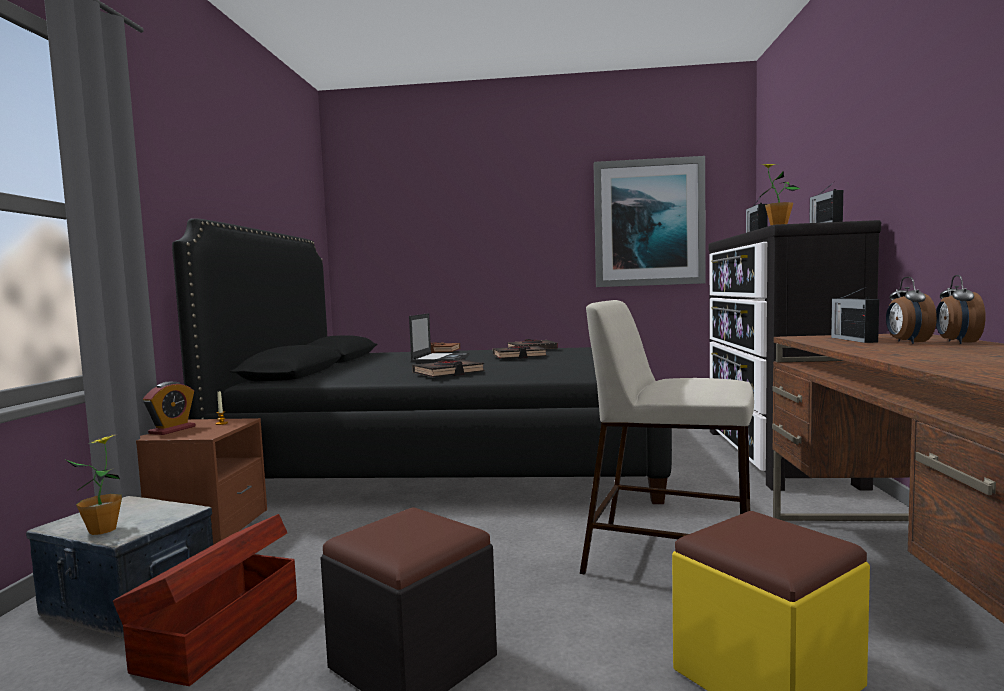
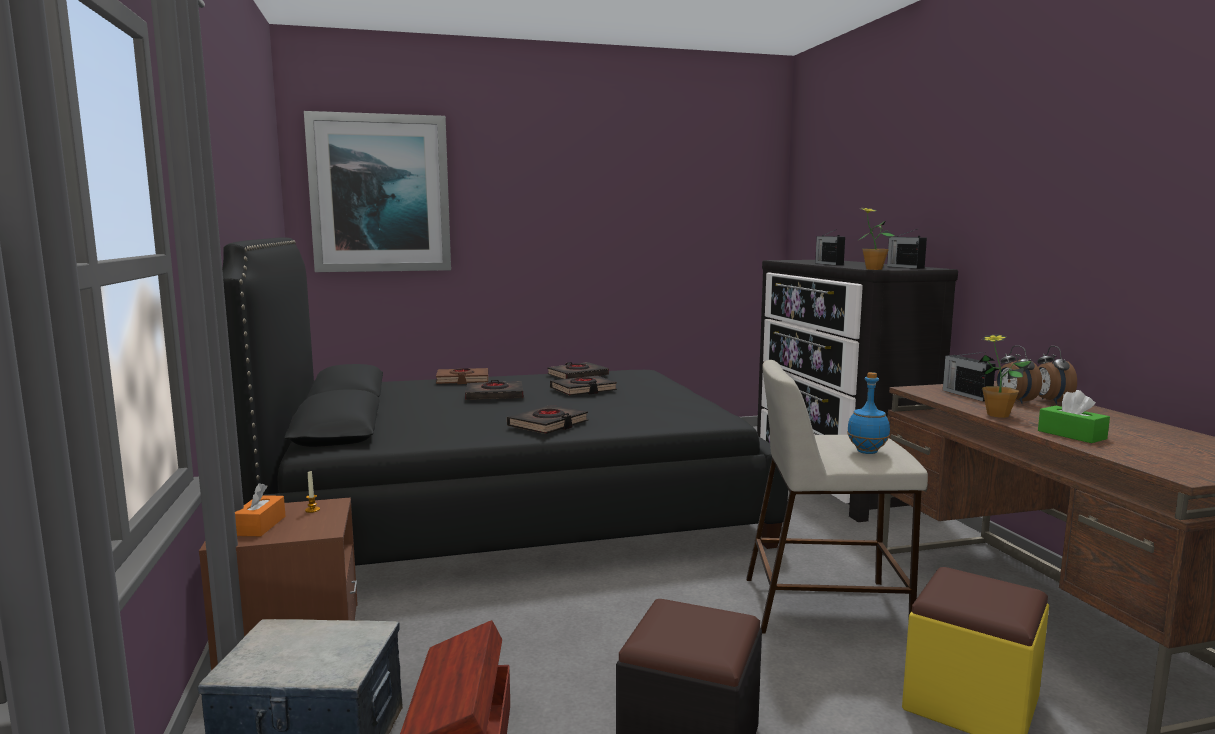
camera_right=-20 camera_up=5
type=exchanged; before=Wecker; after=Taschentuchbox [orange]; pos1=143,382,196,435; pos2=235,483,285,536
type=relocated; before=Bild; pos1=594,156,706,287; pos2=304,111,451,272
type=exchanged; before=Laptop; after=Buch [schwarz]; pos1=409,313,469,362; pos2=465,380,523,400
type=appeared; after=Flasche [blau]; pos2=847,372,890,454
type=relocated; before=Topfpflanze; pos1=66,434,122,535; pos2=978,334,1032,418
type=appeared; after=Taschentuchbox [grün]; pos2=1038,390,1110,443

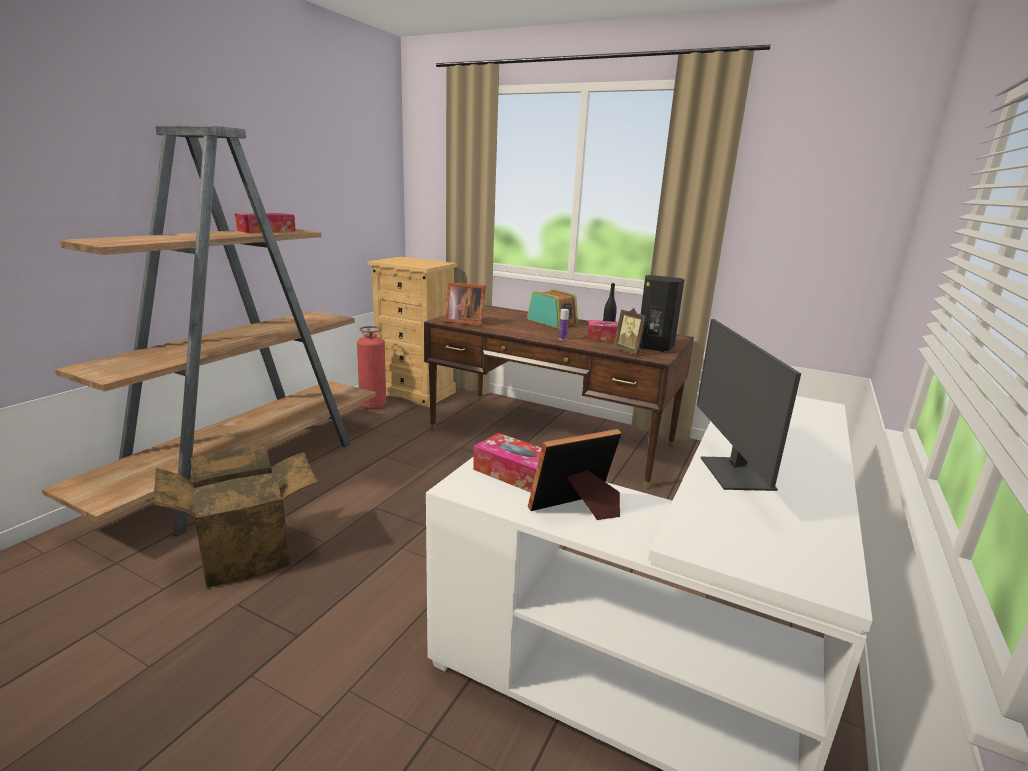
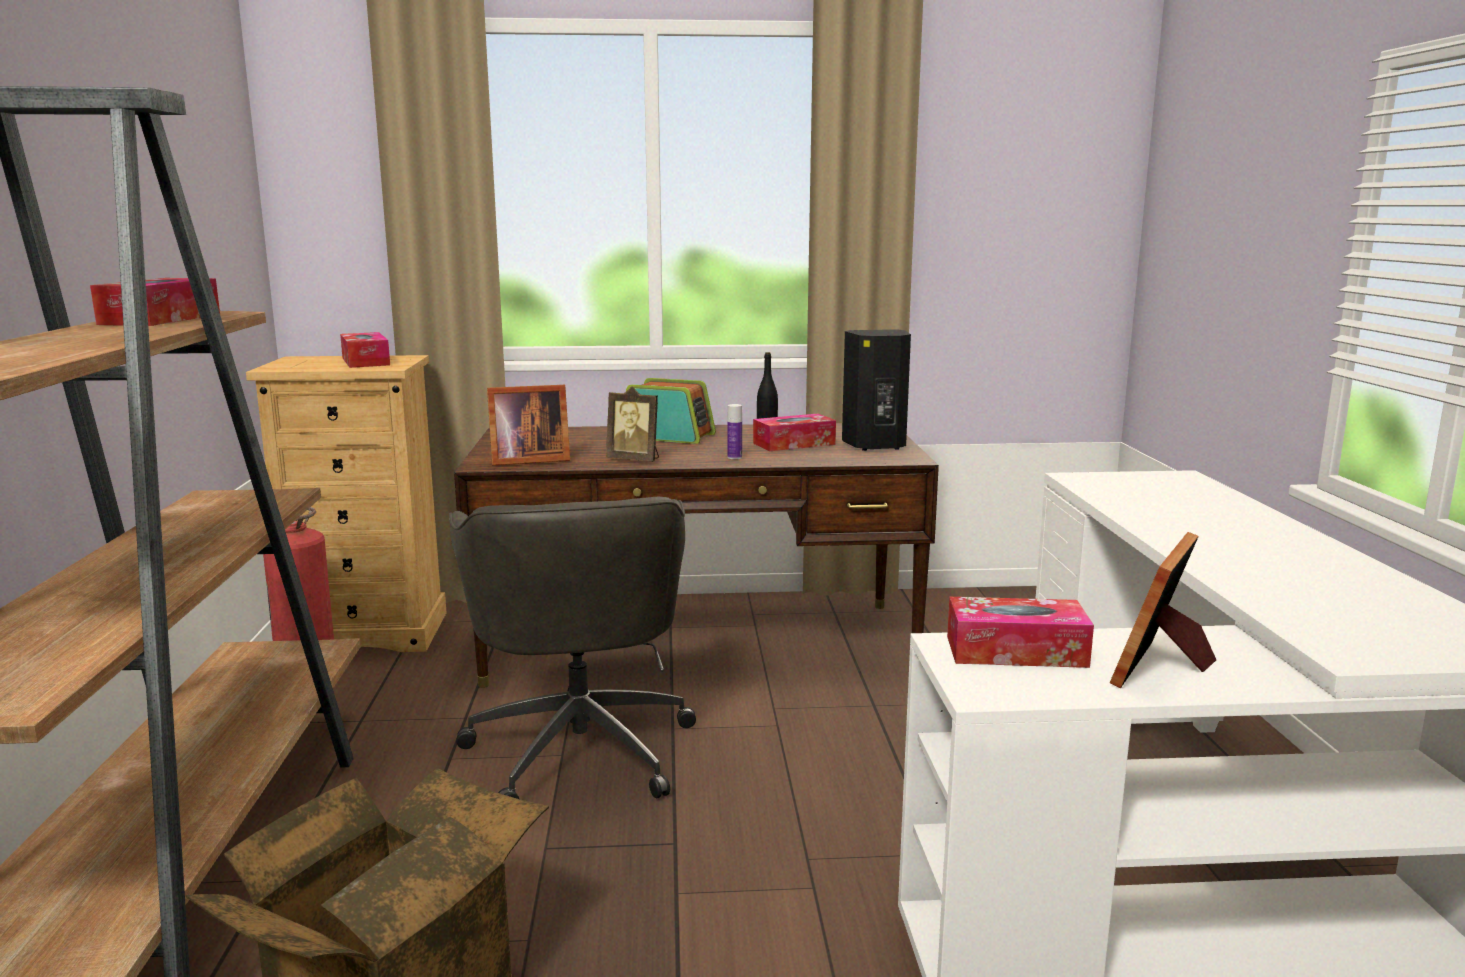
camera_right=-30 camera_up=-5
type=appeared; after=Taschentuchbox; pos2=340,332,390,368
type=appeared; after=Bürostuhl [grau]; pos2=449,497,696,799
type=relocated; before=Bilderrahmen; pos1=613,308,647,354; pos2=606,386,659,461
type=missing; before=Monitor; pos1=697,319,801,491

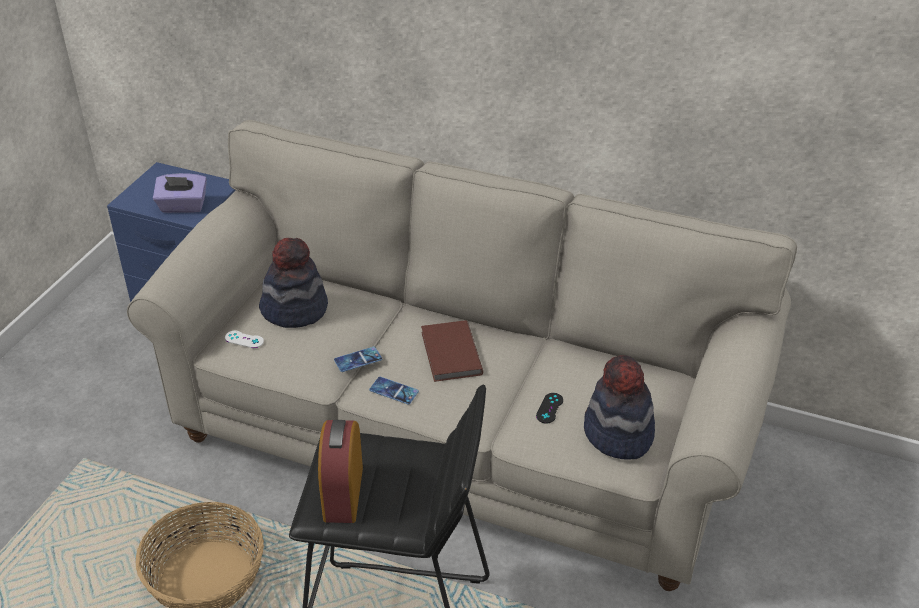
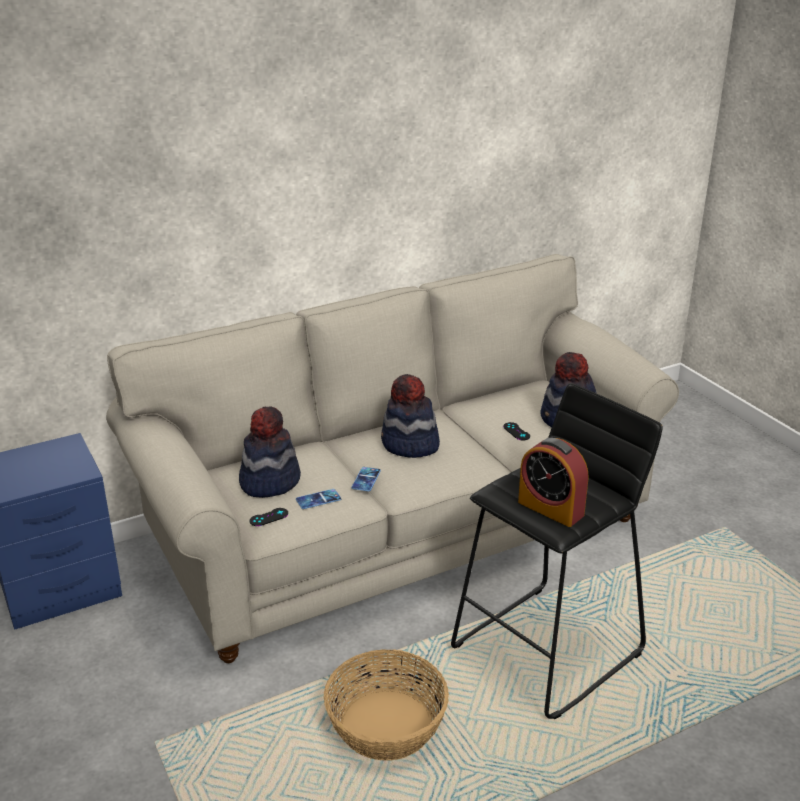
camera_right=-50 camera_up=-10
type=colour; before=Gamepad [weiß]; after=Gamepad [schwarz]; pos1=225,331,264,348; pos2=250,508,288,526
type=relocated; before=Handy; pos1=369,377,419,405; pos2=296,489,341,509
type=exchanged; before=Buch [braun]; after=Hut; pos1=421,320,483,382; pos2=381,374,440,458
type=missing; before=Taschentuchbox [lila]; pos1=153,173,207,213

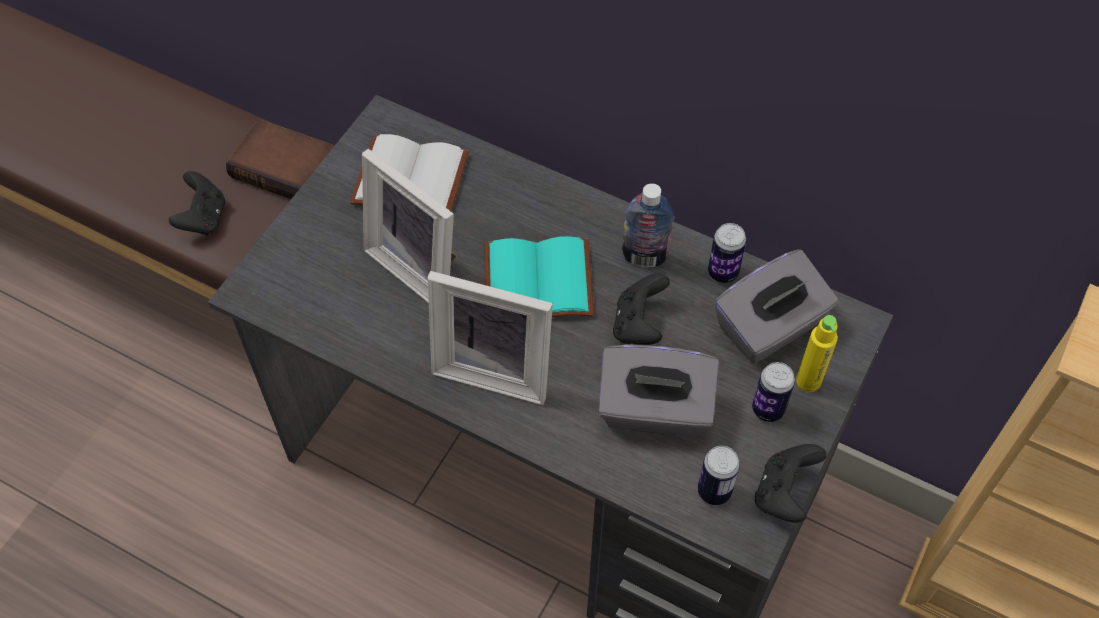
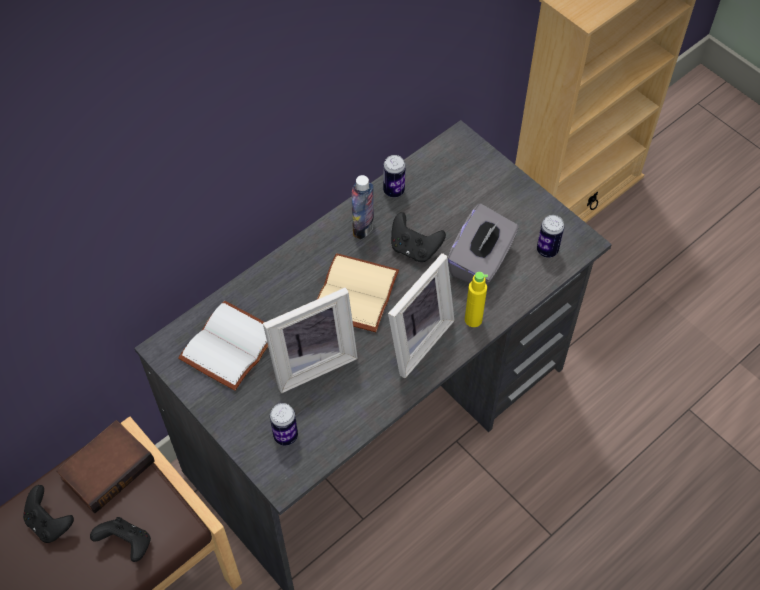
camera_right=-70 camera_up=0
type=relocated; before=Gamepad [schwarz]; pos1=755,444,826,523; pos2=23,485,74,543
type=relocated; before=Dose; pos1=752,362,795,422; pos2=270,403,298,446
type=colour; before=Buch [türkis]; after=Buch [beige]; pos1=485,236,594,317; pos2=317,253,399,332
type=relocated; before=Flasche [gelb]; pos1=796,315,838,392; pos2=465,272,488,327
type=missing; before=Taschentuchbox [grau]; pos1=714,249,838,364

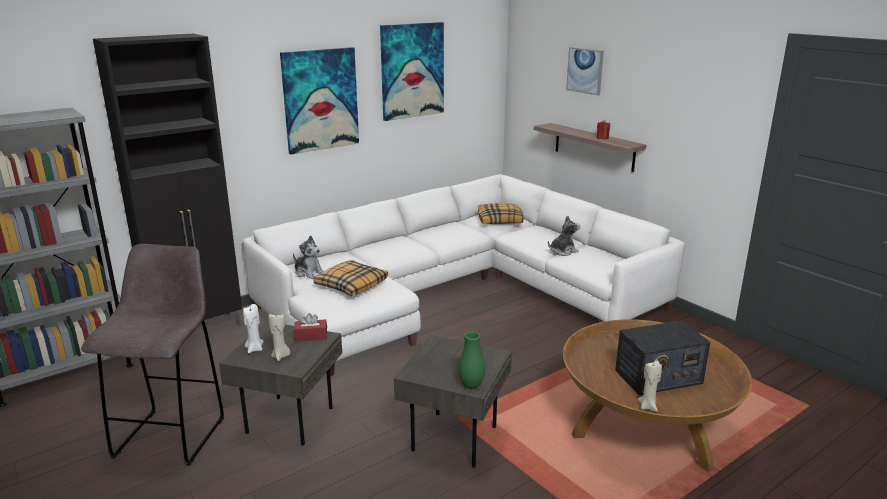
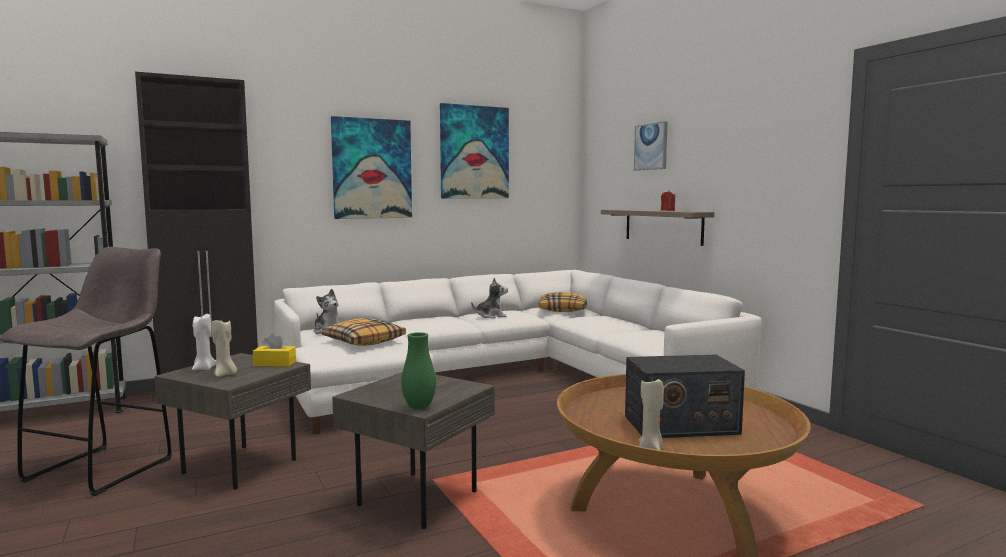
camera_right=10 camera_up=-15
type=colour; before=Taschentuchbox [rot]; after=Taschentuchbox [gelb]; pos1=294,313,327,341; pos2=253,334,296,367
type=relocated; before=Plüschtier; pos1=548,215,580,256; pos2=471,278,508,318

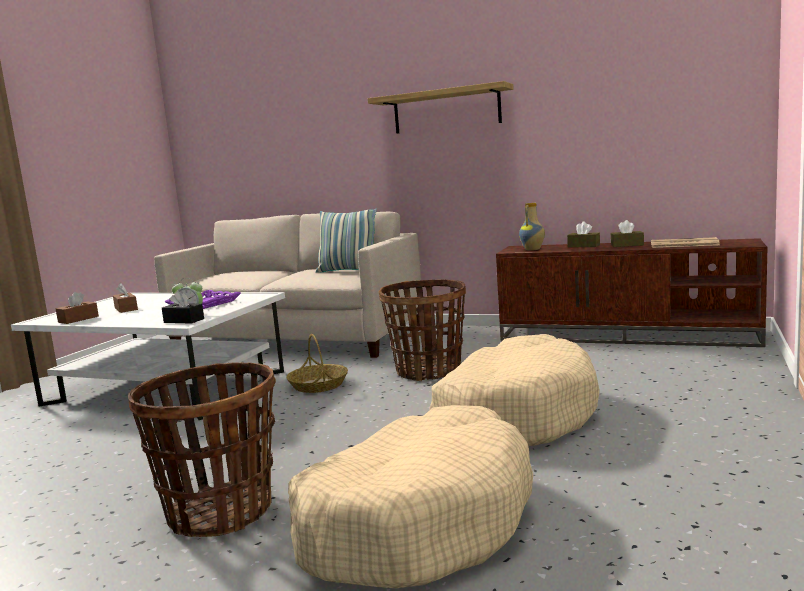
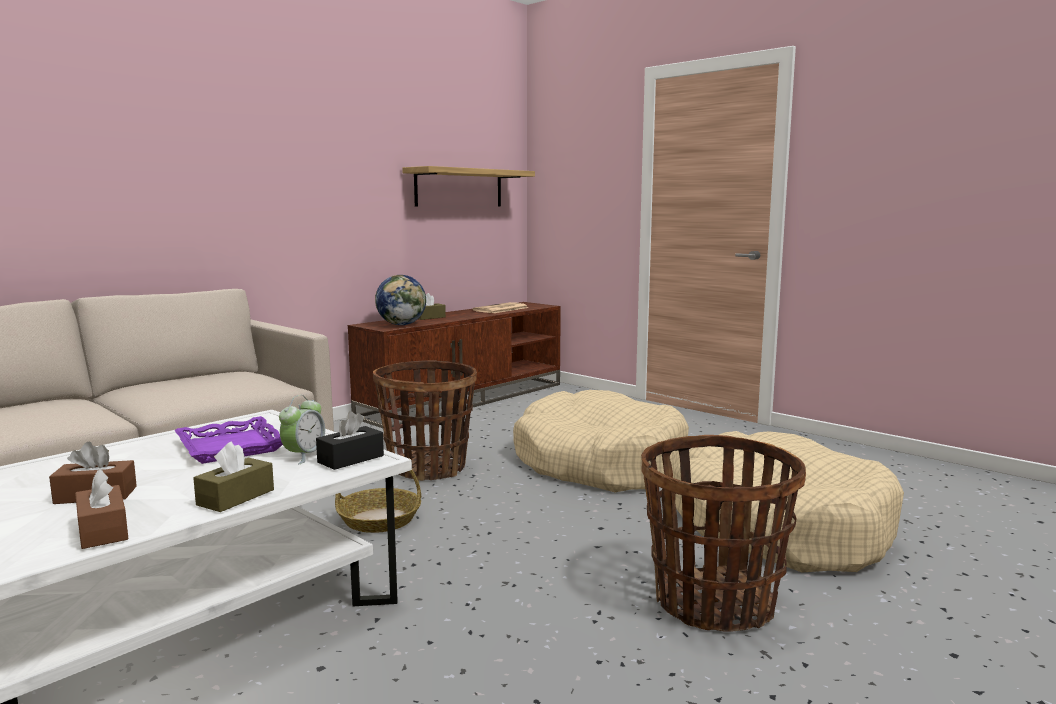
camera_right=-70 camera_up=0
type=relocated; before=Taschentuchbox [braun]; pos1=610,220,644,247; pos2=193,442,274,512
type=exchanged; before=Vase; after=Globus; pos1=519,203,545,251; pos2=375,275,426,325
type=relocated; before=Wandregal; pos1=368,81,514,134; pos2=402,166,535,207
type=missing; before=Kissen; pos1=316,209,377,272

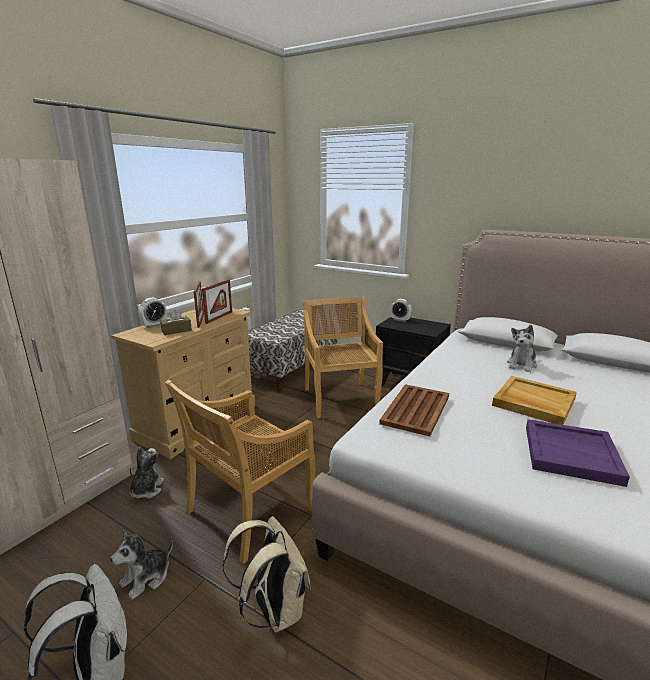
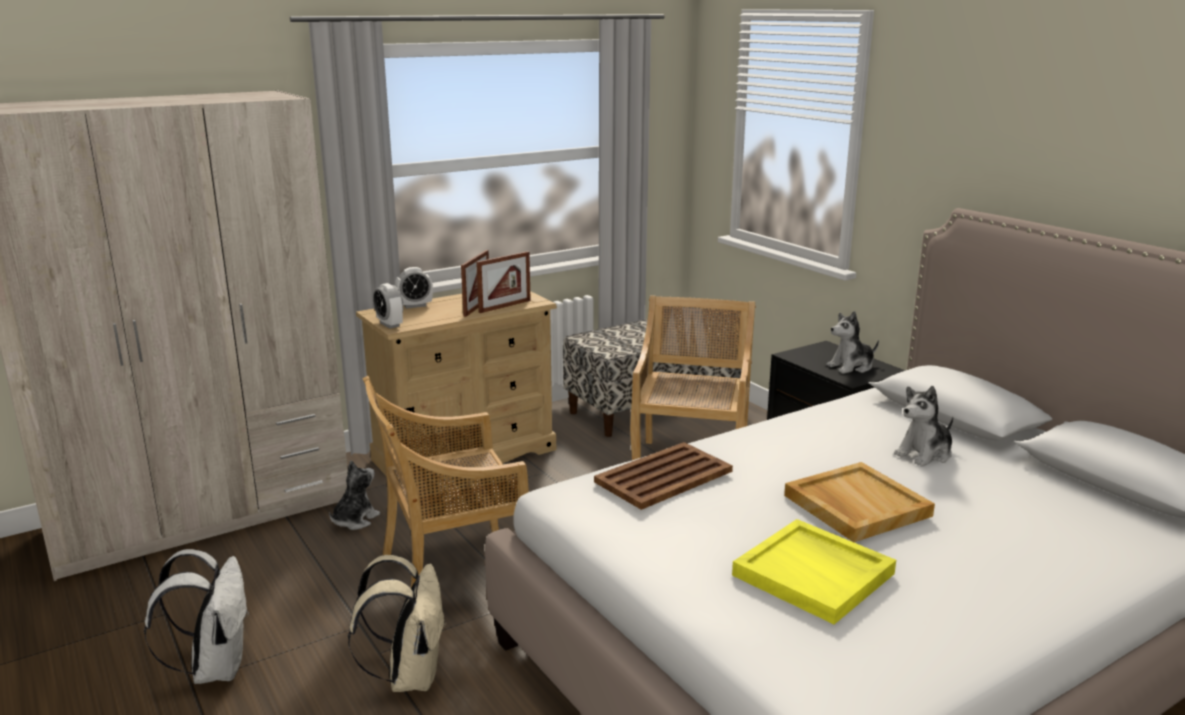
camera_right=25 camera_up=0
type=relocated; before=Wecker; pos1=391,299,411,322; pos2=373,283,403,329
type=colour; before=Tablett [lila]; after=Tablett [gelb]; pos1=526,419,630,487; pos2=732,519,896,624
type=relocated; before=Plüschtier; pos1=110,530,173,600; pos2=827,311,879,374
type=missing; before=Taschentuchbox [braun]; pos1=160,309,192,335

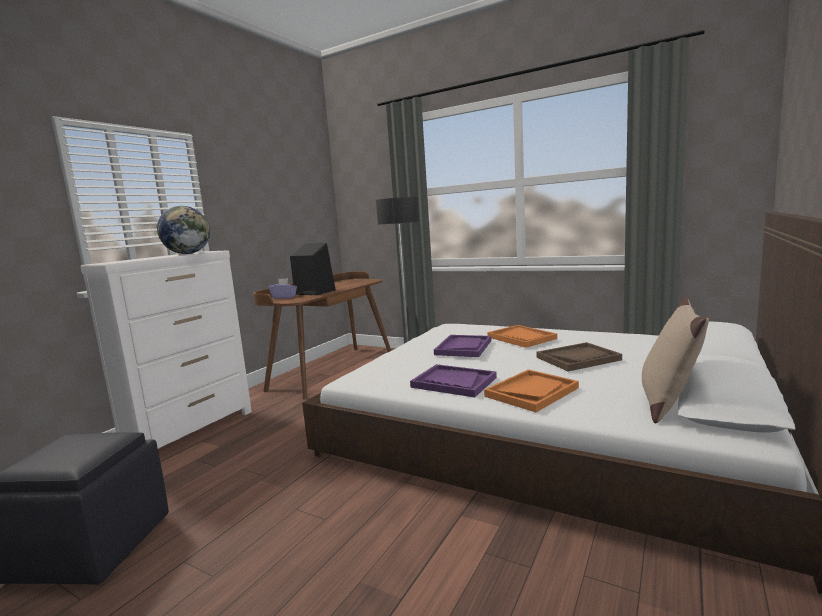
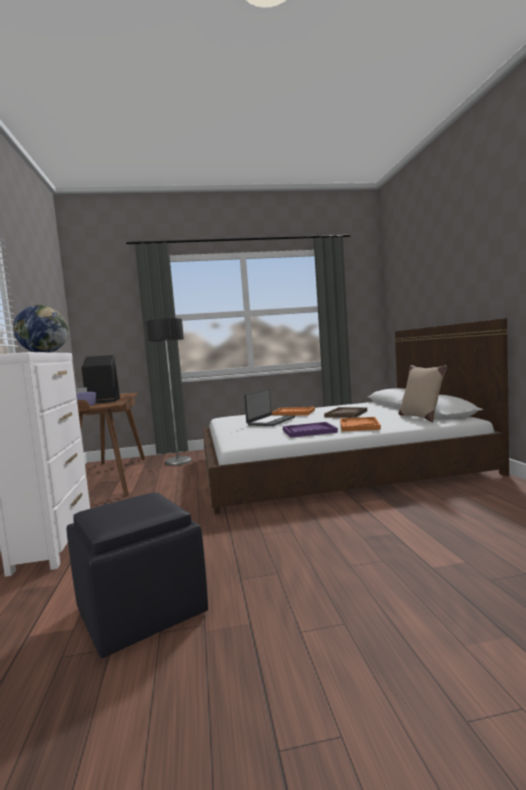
camera_right=-40 camera_up=-5
type=exchanged; before=Tablett [lila]; after=Laptop; pos1=434,335,491,357; pos2=244,389,295,426

